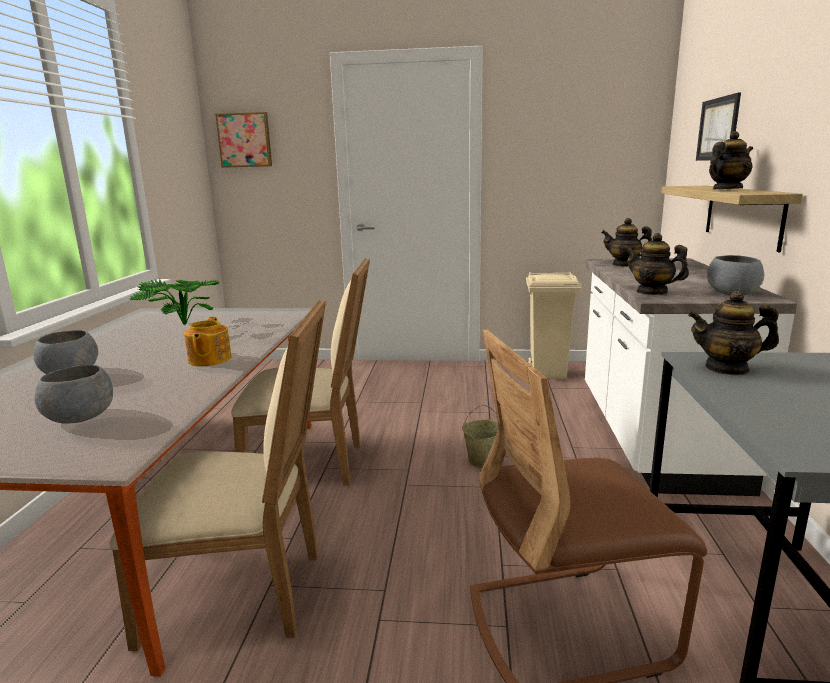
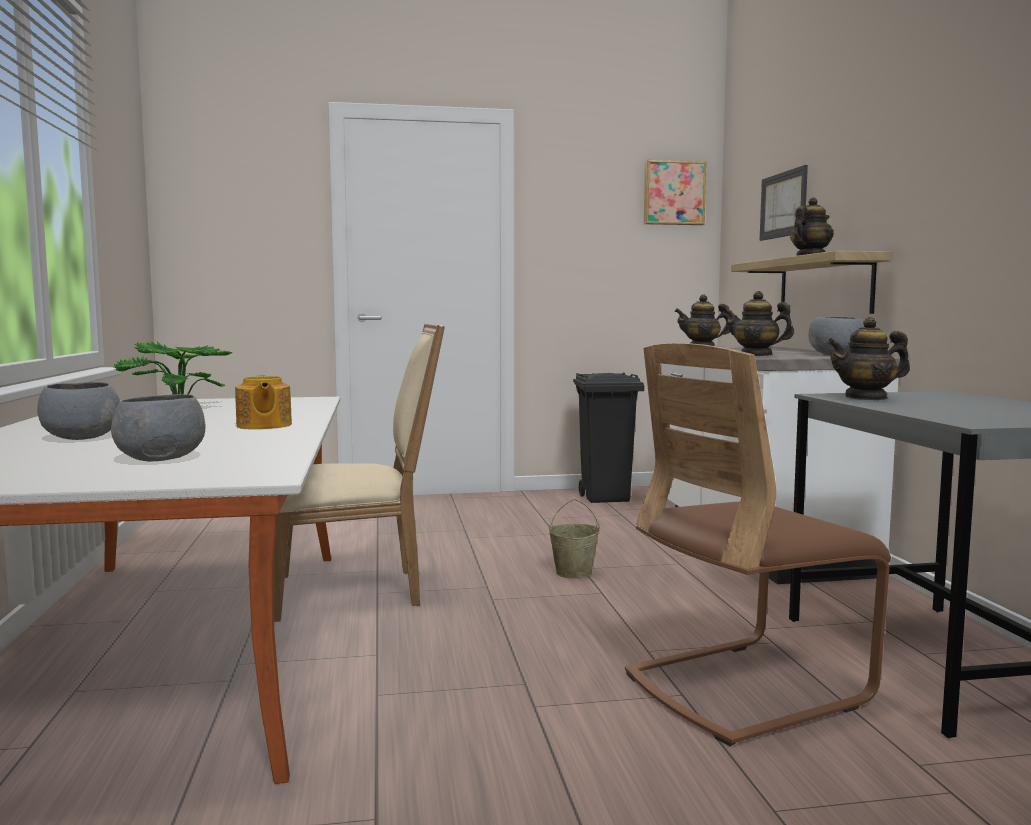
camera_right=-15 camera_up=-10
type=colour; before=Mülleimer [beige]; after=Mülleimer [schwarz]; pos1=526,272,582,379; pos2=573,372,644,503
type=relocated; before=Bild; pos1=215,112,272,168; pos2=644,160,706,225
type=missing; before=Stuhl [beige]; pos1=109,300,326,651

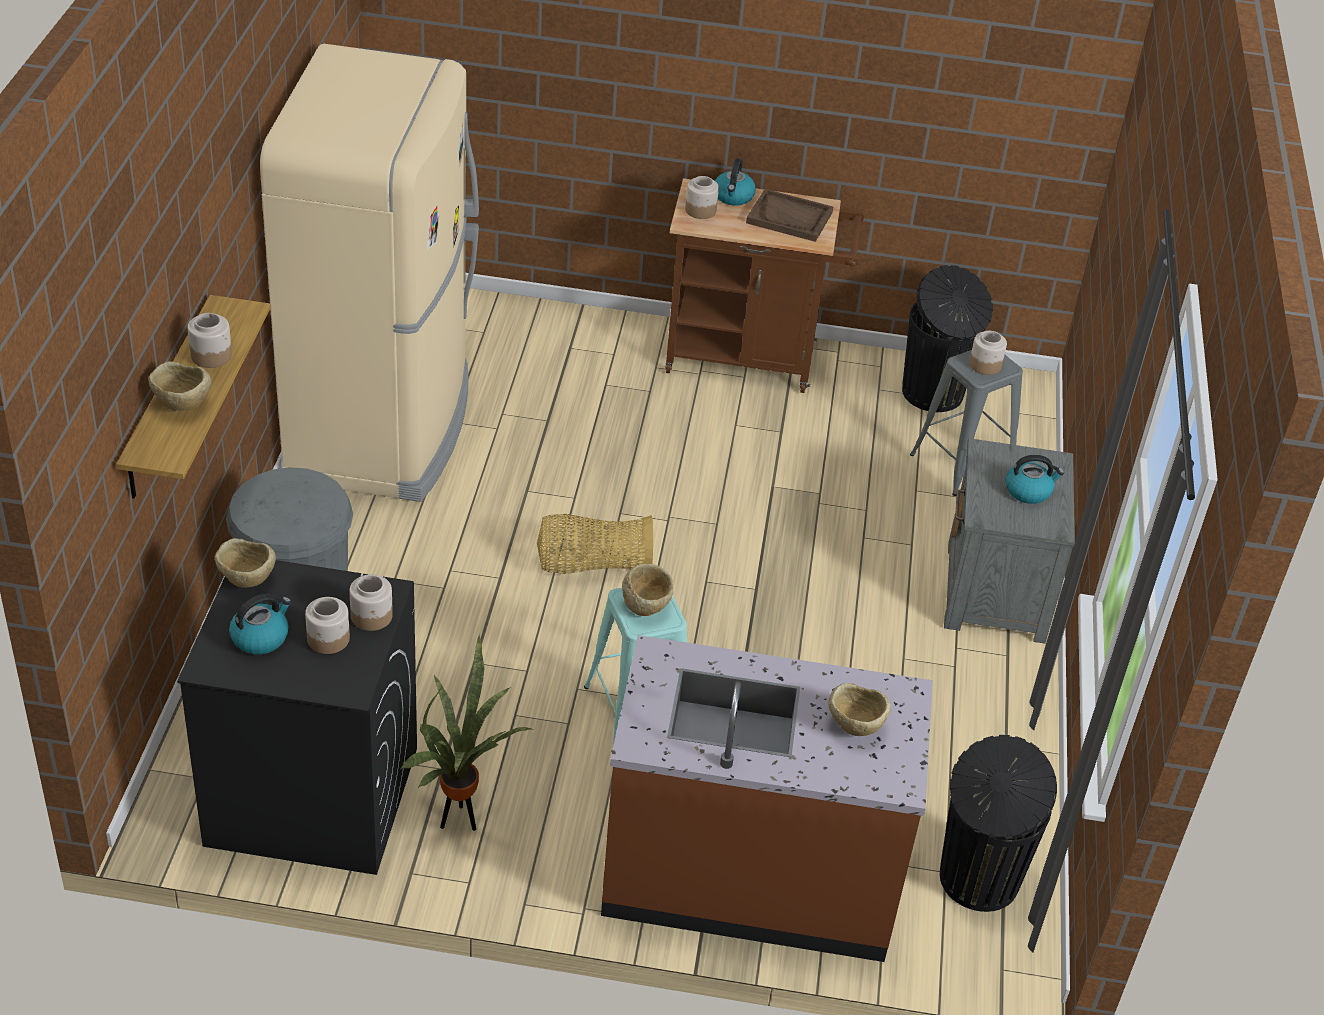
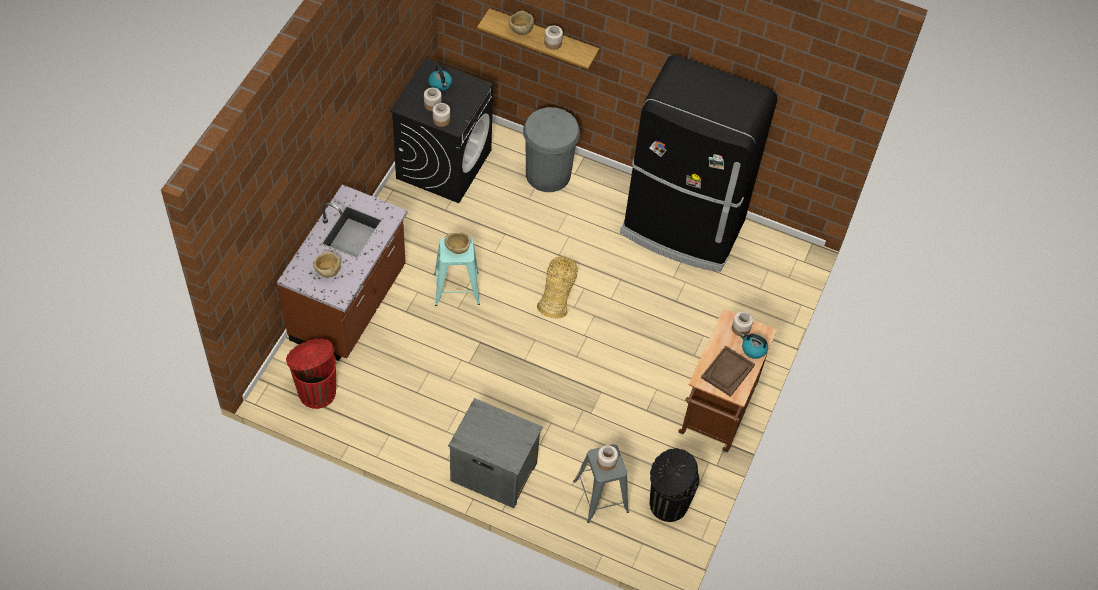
camera_right=105 camera_up=15
type=colour; before=Mülleimer [schwarz]; after=Mülleimer [rot]; pos1=940,735,1057,912; pos2=286,339,336,409
type=colour; before=Kühlschrank [beige]; after=Kühlschrank [schwarz]; pos1=260,44,479,502; pos2=620,55,777,272
type=missing; before=Schüssel [beige]; pos1=214,538,276,588
type=missing; before=Topfpflanze; pos1=401,635,533,831
type=missing; before=Wasserkessel; pos1=1006,455,1064,504

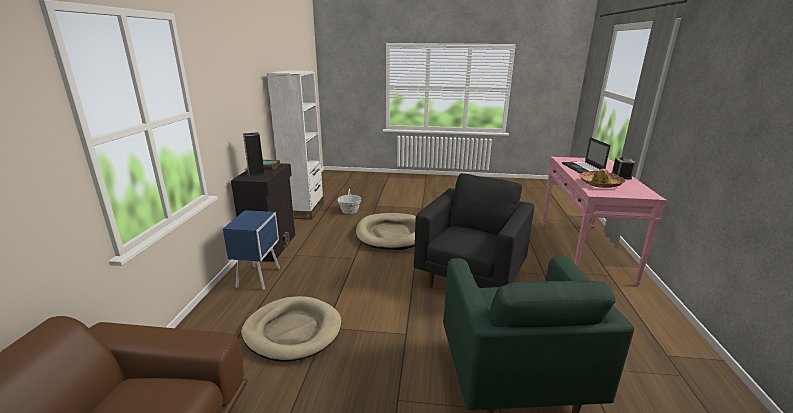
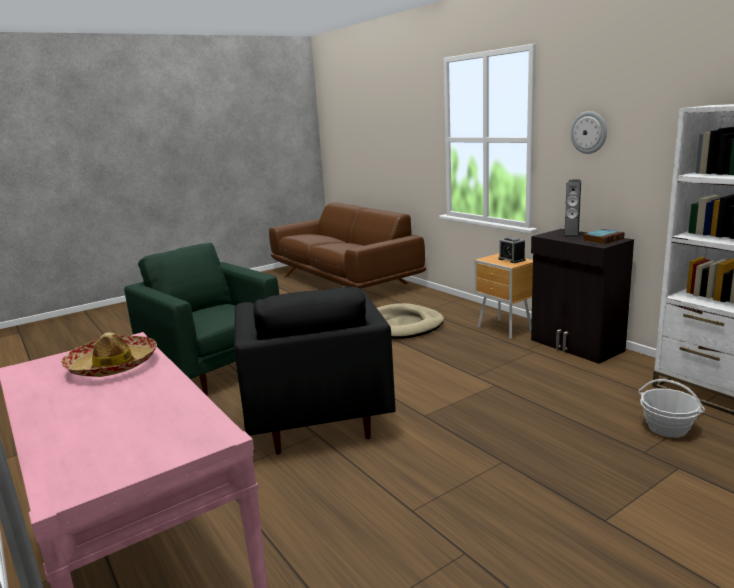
camera_right=140 camera_up=-5
type=colour; before=Nachttisch [blau]; after=Nachttisch [braun]; pos1=223,210,280,290; pos2=474,253,533,339
type=relocated; before=Wecker; pos1=612,158,636,179; pos2=499,237,526,263
type=appeared; after=Wanduhr; pos2=570,111,607,154
type=missing; before=Hundebett [beige]; pos1=356,213,416,250
type=missing; before=Laptop; pos1=562,137,611,173

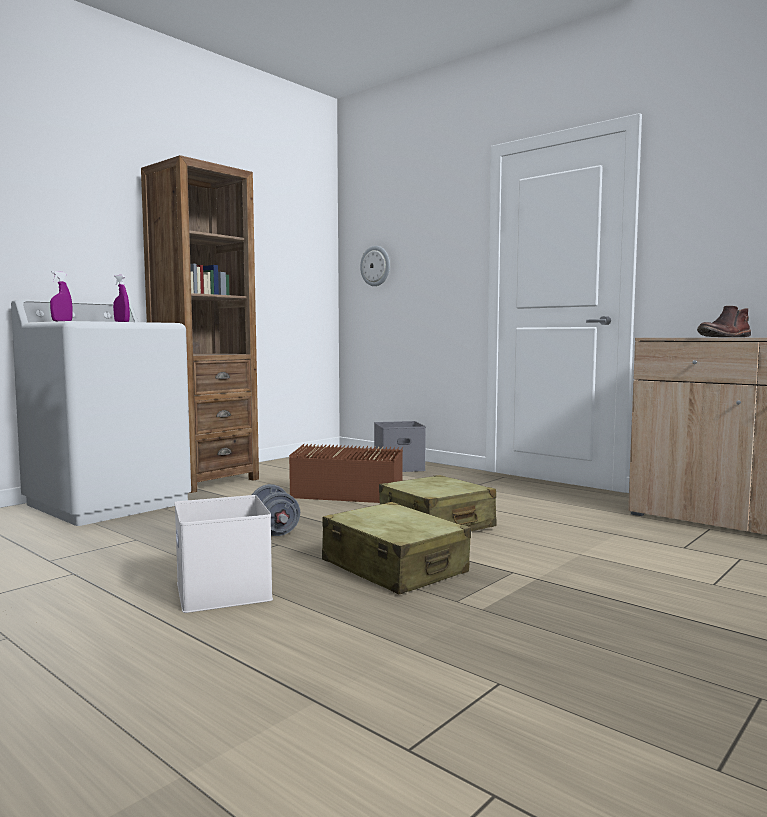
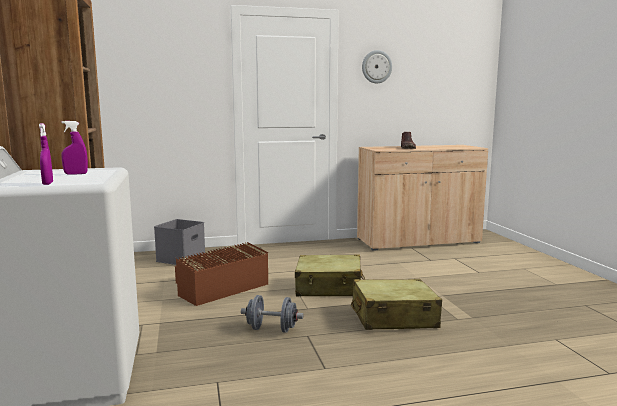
camera_right=-55 camera_up=5
type=relocated; before=Wanduhr; pos1=360,246,390,286; pos2=362,50,392,83
type=missing; before=Aufbewahrungsbox [weiß]; pos1=174,495,273,613

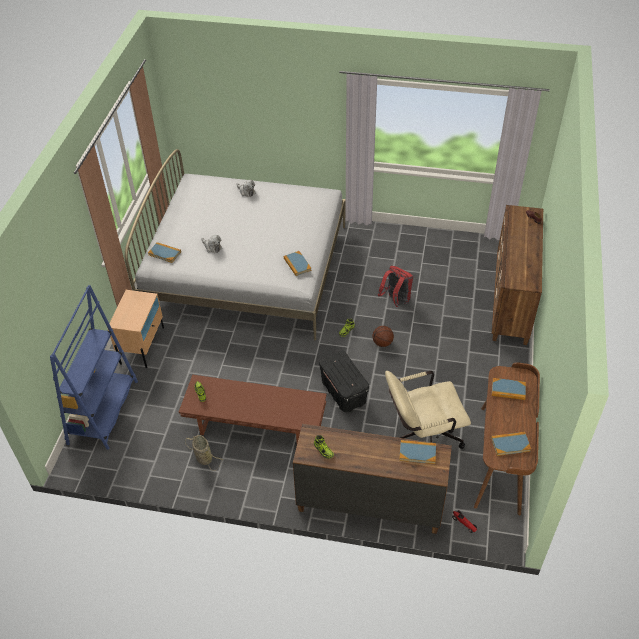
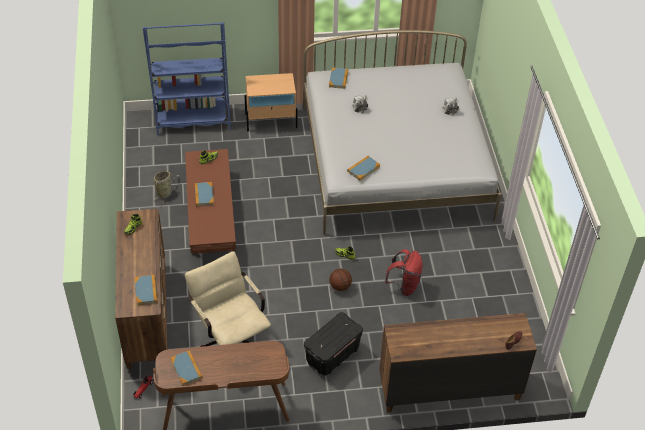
camera_right=70 camera_up=0
type=relocated; before=Buch; pos1=492,378,526,400; pos2=194,182,214,206
type=relocated; before=Aufbewahrungsbox [schwarz]; pos1=319,351,369,412; pos2=304,312,363,375

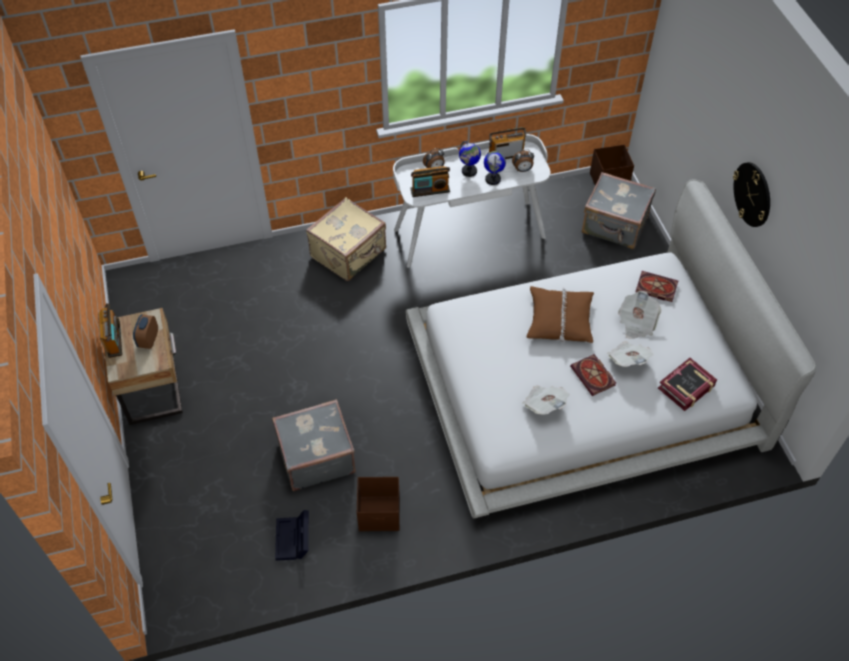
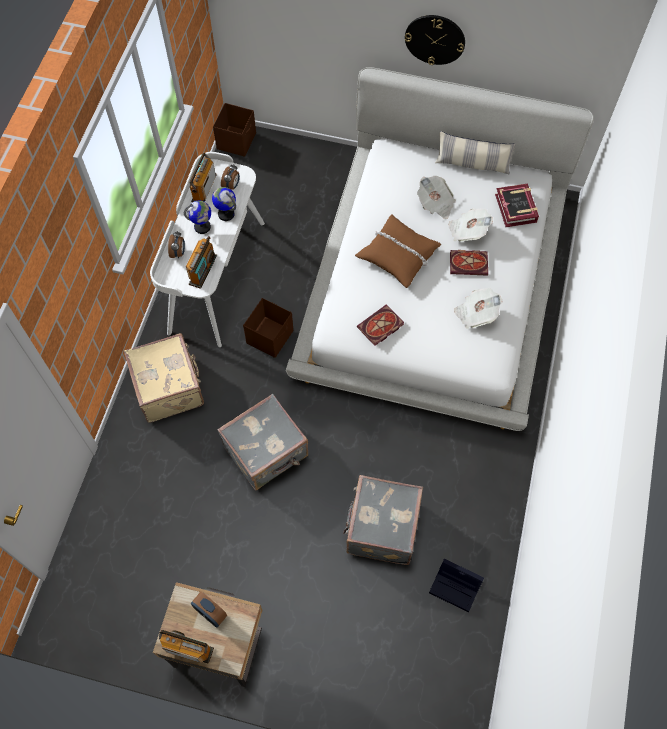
camera_right=-60 camera_up=10
type=relocated; before=Koffer [grau]; pos1=582,172,656,249; pos2=217,394,308,490
type=relocated; before=Aufbewahrungsbox [braun]; pos1=357,477,400,531; pos2=243,298,293,358
type=relocated; before=Buch; pos1=635,271,678,302; pos2=357,304,404,346
type=appeared; after=Kissen; pos2=435,131,516,174

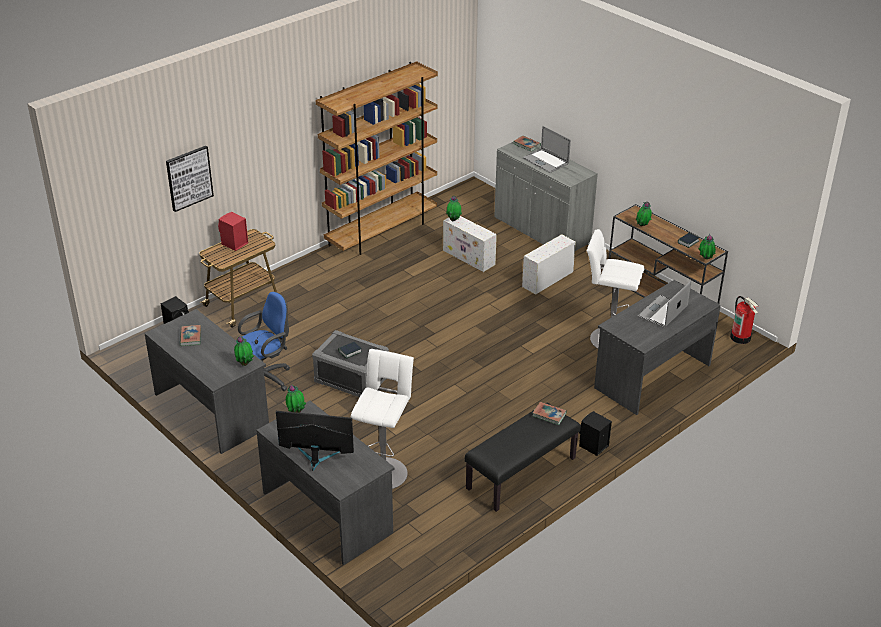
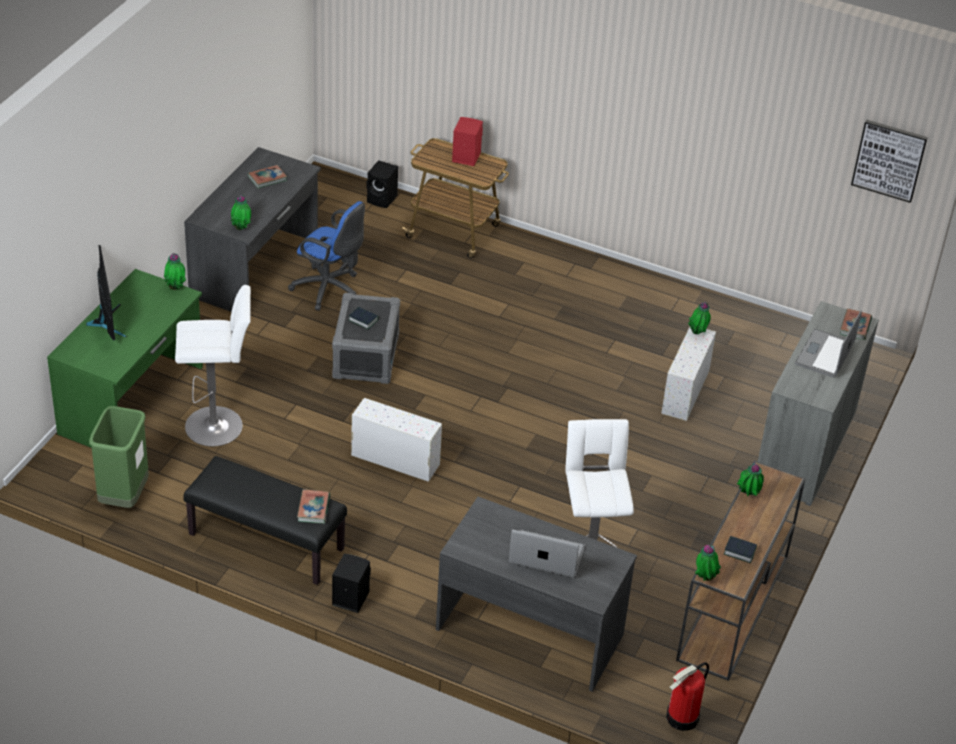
camera_right=65 camera_up=5
type=colour; before=Schreibtisch [grau]; after=Schreibtisch [grün]; pos1=256,401,395,565; pos2=47,269,203,448
type=appeared; after=Mülleimer [grün]; pos2=89,406,149,508
type=relocated; before=Aufbewahrungsbox [weiß]; pos1=522,234,576,295; pos2=351,398,442,482
type=relocated; before=Bild; pos1=166,146,214,212; pos2=851,119,928,203
type=missing; before=Bücherregal [braun]; pos1=316,61,438,255

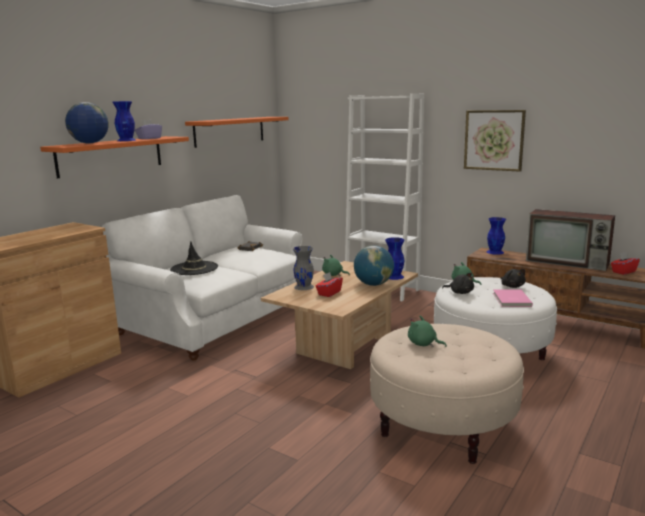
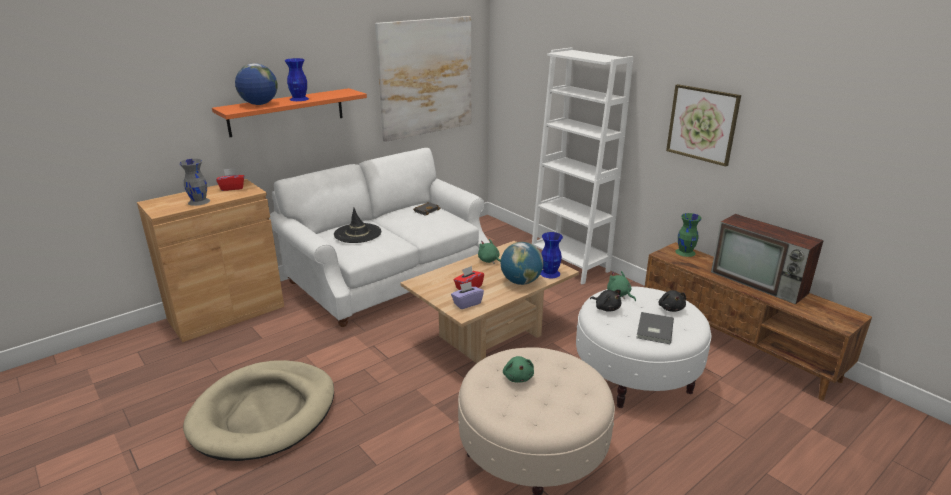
camera_right=15 camera_up=10
type=relocated; before=Vase [grau]; pos1=293,246,314,290; pos2=180,159,210,206
type=appeared; after=Hundebett [beige]; pos2=183,360,334,461
type=relocated; before=Taschentuchbox [rot]; pos1=611,252,640,275; pos2=216,168,244,191
type=exchanged; before=Wandregal [orange]; after=Bild; pos1=185,117,289,148; pos2=375,16,471,142
type=relocated; before=Taschentuchbox [lila]; pos1=135,120,162,139; pos2=451,282,484,309
type=spun; before=Plüschtier [grün]; pos1=408,315,447,347; pos2=503,356,534,383; turn=-150
type=colour; before=Buch [rosa]; after=Buch [grau]; pos1=493,289,533,307; pos2=636,312,674,344
type=colour; before=Vase [blau]; after=Vase [grün]; pos1=487,217,506,255; pos2=675,213,702,257

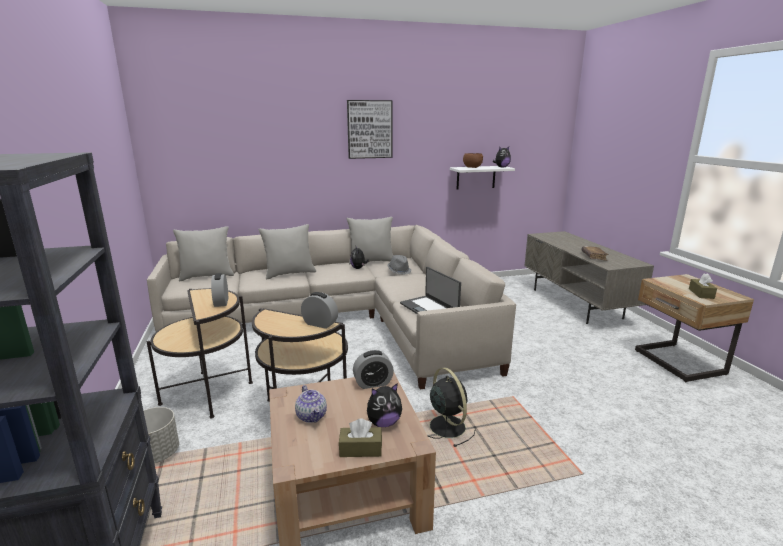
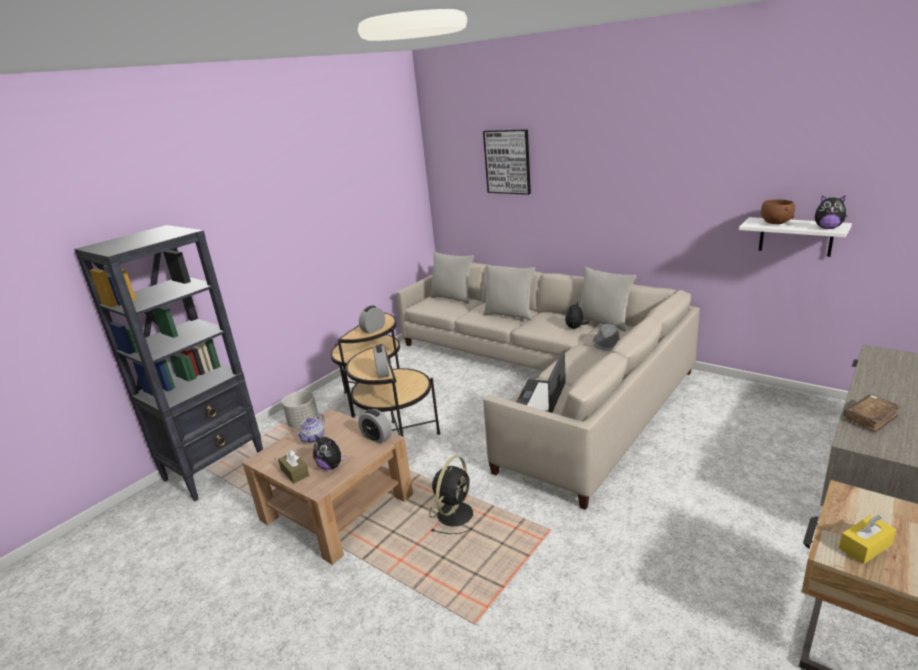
camera_right=55 camera_up=5
type=relocated; before=Bild; pos1=347,100,392,159; pos2=483,129,531,195
type=colour; before=Taschentuchbox [braun]; after=Taschentuchbox [gelb]; pos1=689,273,717,299; pos2=839,515,896,564

